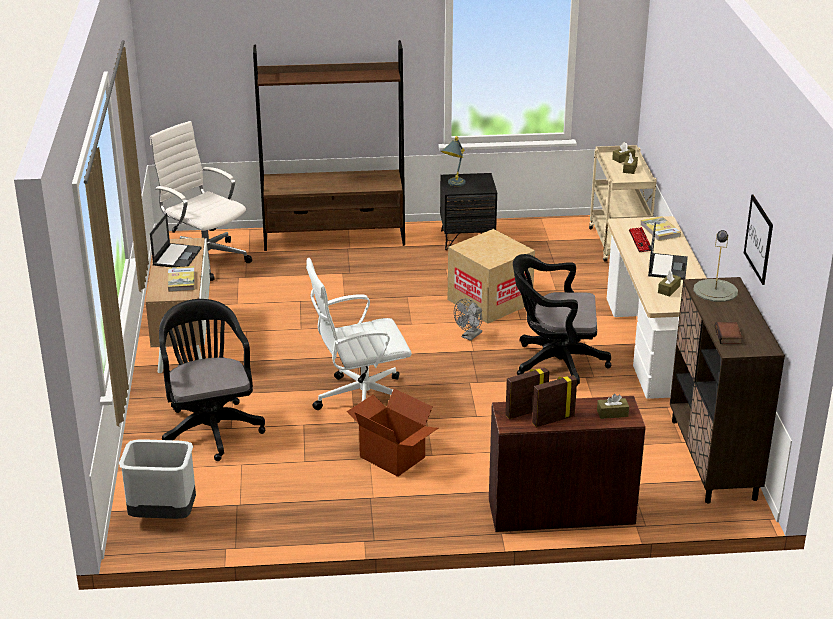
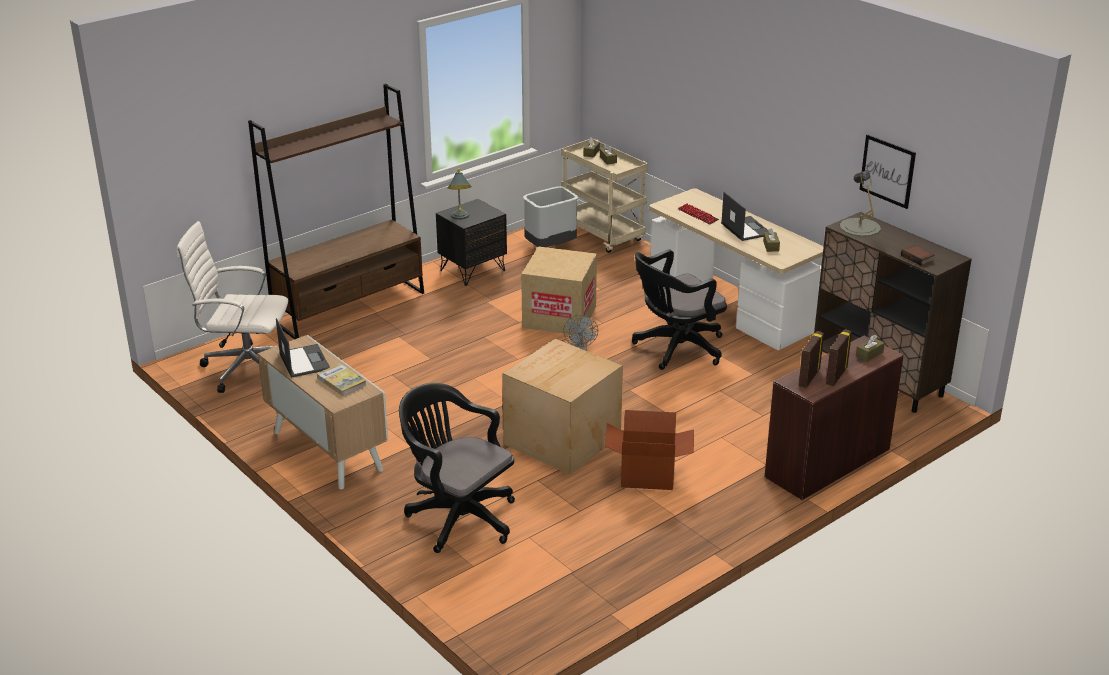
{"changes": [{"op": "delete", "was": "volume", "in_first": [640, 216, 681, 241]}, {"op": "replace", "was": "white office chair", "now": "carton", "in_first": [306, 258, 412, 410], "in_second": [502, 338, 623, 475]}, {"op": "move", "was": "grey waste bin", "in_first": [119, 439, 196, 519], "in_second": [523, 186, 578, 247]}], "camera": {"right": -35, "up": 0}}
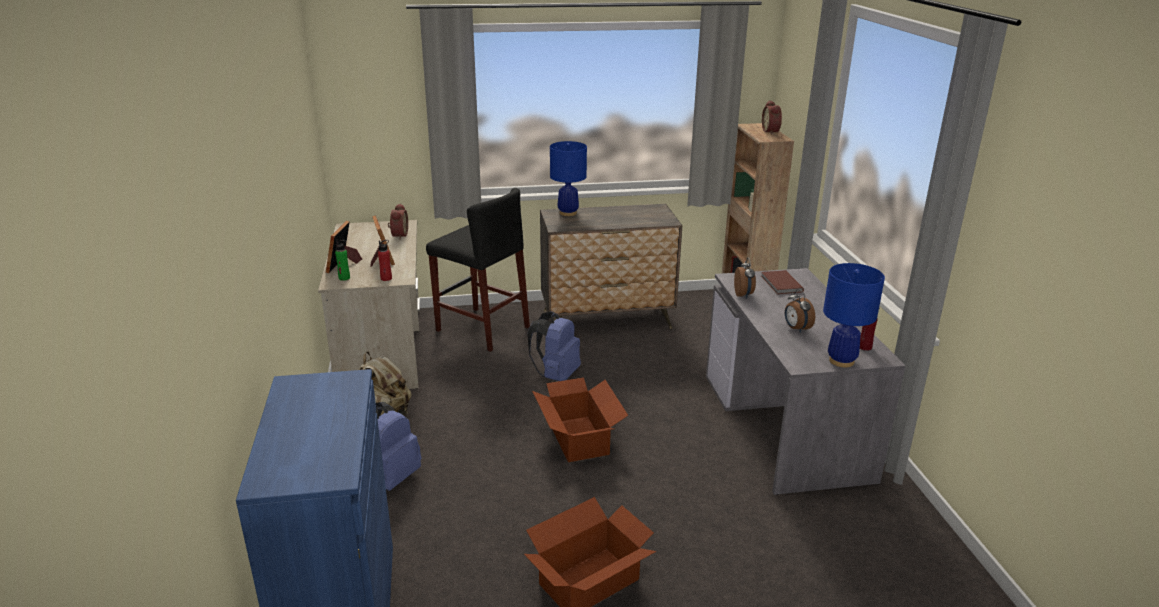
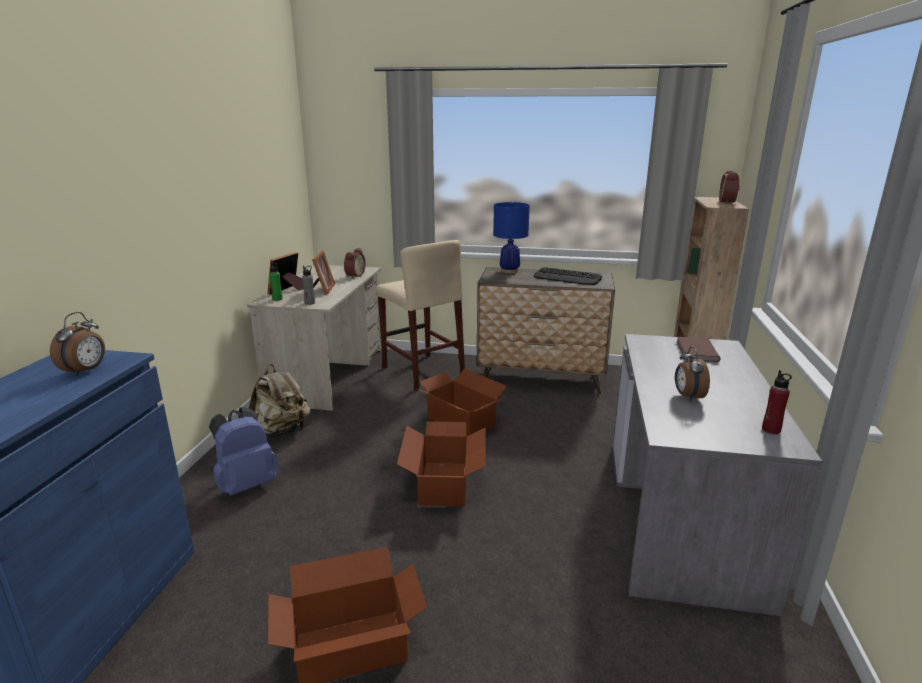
{"changes": [{"op": "recolor", "was": "black-coloured stool", "now": "beige stool", "in_first": [426, 188, 530, 352], "in_second": [376, 240, 465, 391]}, {"op": "recolor", "was": "red bottle", "now": "grey bottle", "in_first": [378, 240, 392, 281], "in_second": [302, 266, 315, 305]}, {"op": "move", "was": "alarm clock", "in_first": [734, 258, 756, 299], "in_second": [50, 312, 105, 376]}, {"op": "delete", "was": "blue-coloured tabletop lamp", "in_first": [823, 263, 885, 367]}, {"op": "replace", "was": "blue-coloured backpack", "now": "carton", "in_first": [527, 311, 581, 381], "in_second": [415, 369, 507, 437]}, {"op": "insert", "now": "keyboard", "in_second": [534, 267, 602, 285]}], "camera": {"right": 20, "up": -5}}
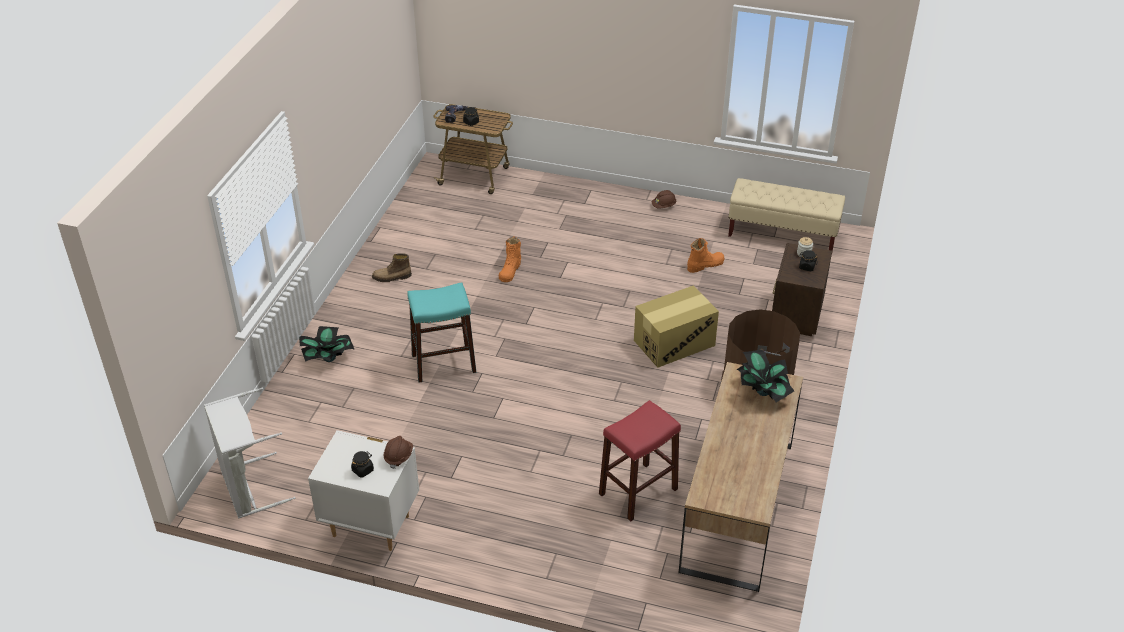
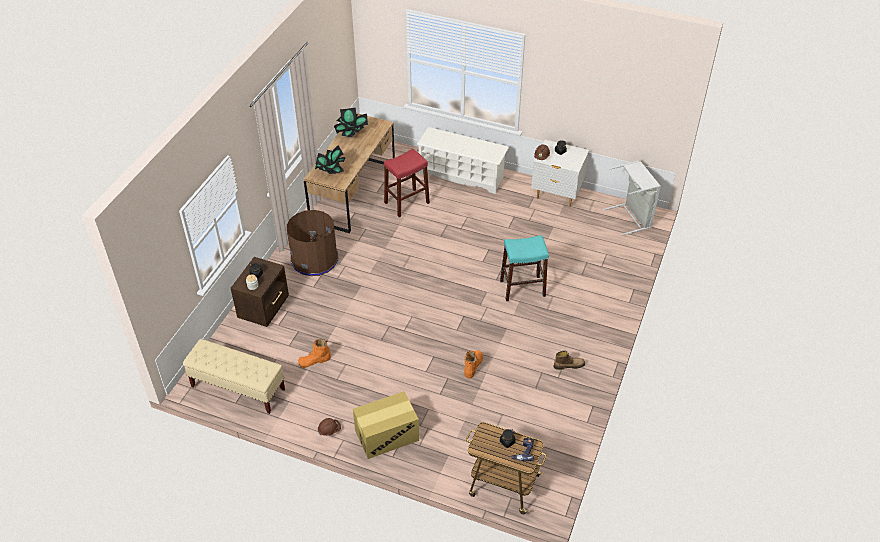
{"changes": [{"op": "move", "was": "carton", "in_first": [634, 285, 719, 368], "in_second": [353, 391, 419, 459]}, {"op": "move", "was": "houseplant", "in_first": [299, 326, 355, 362], "in_second": [334, 108, 368, 137]}, {"op": "insert", "now": "white shoe shelf", "in_second": [417, 127, 509, 194]}], "camera": {"right": -175, "up": 5}}
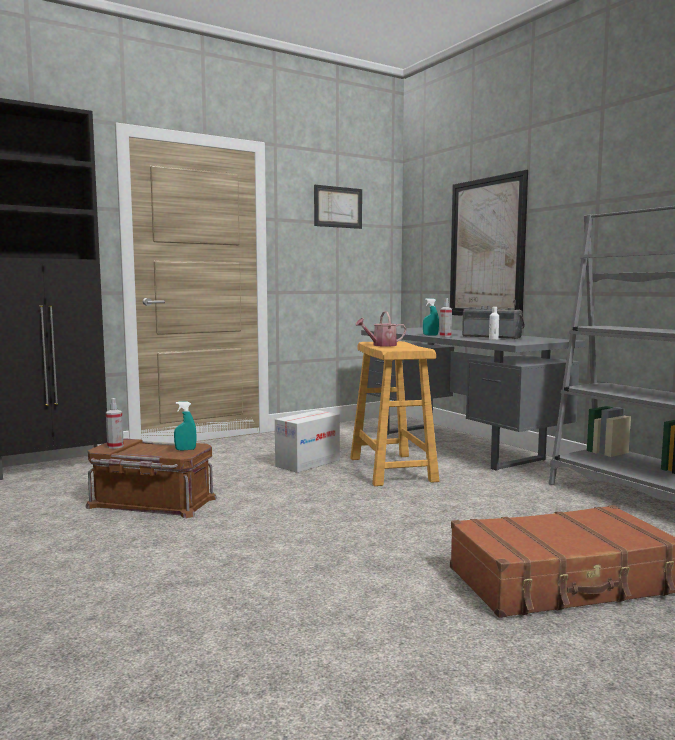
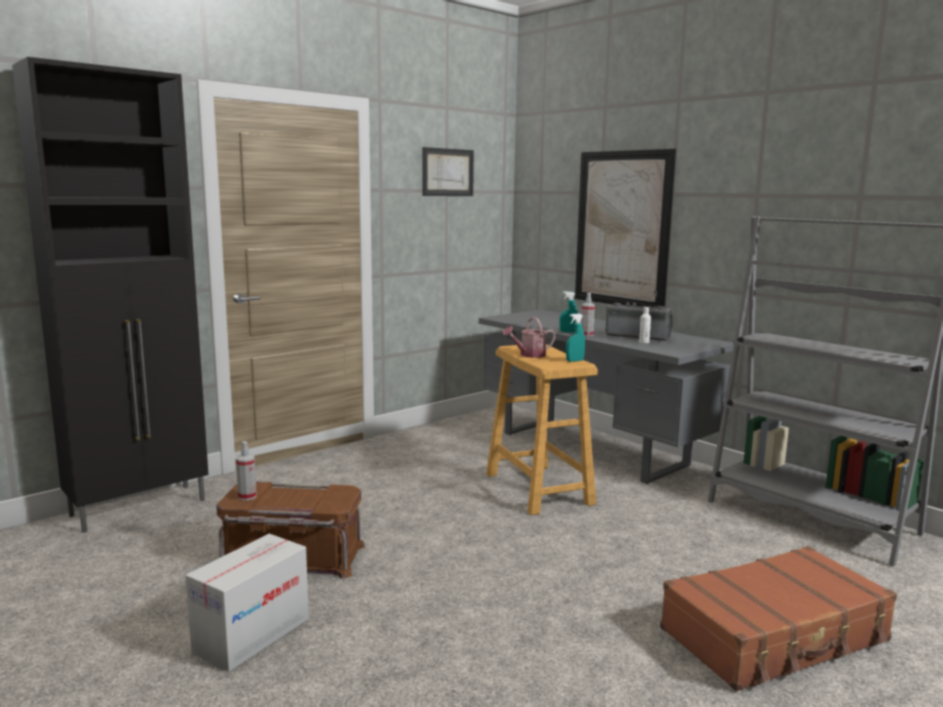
{"changes": [{"op": "move", "was": "blue-green hand sprayer", "in_first": [174, 401, 196, 450], "in_second": [566, 314, 585, 362]}, {"op": "move", "was": "carton", "in_first": [275, 410, 340, 473], "in_second": [185, 534, 309, 672]}], "camera": {"right": -10, "up": 5}}
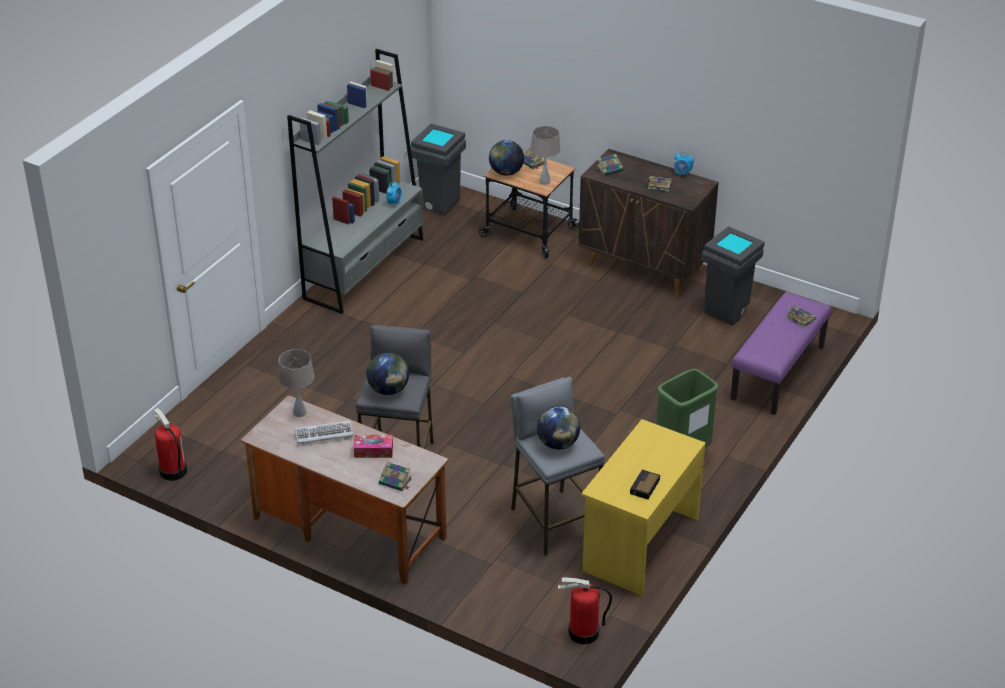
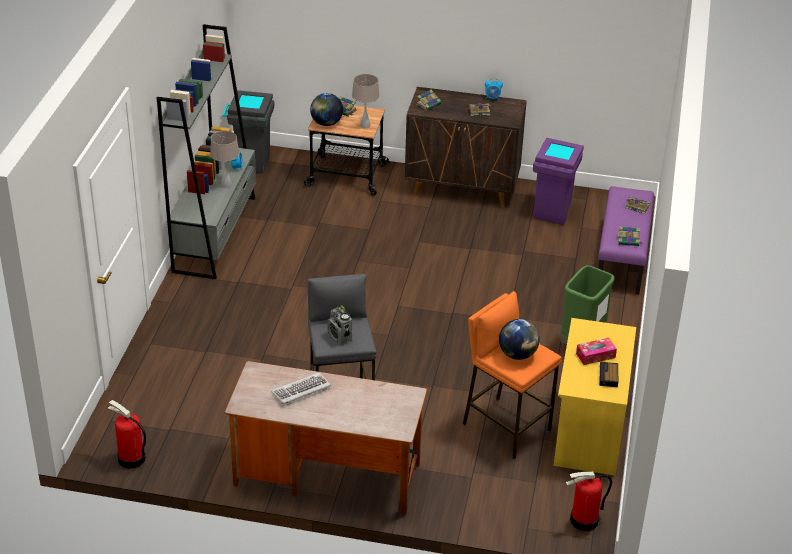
{"changes": [{"op": "recolor", "was": "grey waste bin", "now": "purple waste bin", "in_first": [702, 226, 765, 325], "in_second": [533, 138, 584, 225]}, {"op": "move", "was": "beige tabletop lamp", "in_first": [278, 349, 315, 417], "in_second": [210, 131, 239, 187]}, {"op": "replace", "was": "world globe", "now": "radio receiver", "in_first": [367, 353, 409, 395], "in_second": [328, 305, 352, 344]}, {"op": "recolor", "was": "grey stool", "now": "orange stool", "in_first": [511, 377, 605, 556], "in_second": [463, 291, 562, 460]}, {"op": "move", "was": "tissue holder", "in_first": [354, 435, 393, 458], "in_second": [576, 338, 617, 365]}, {"op": "move", "was": "volume", "in_first": [379, 462, 412, 491], "in_second": [618, 226, 643, 246]}], "camera": {"right": -20, "up": 0}}
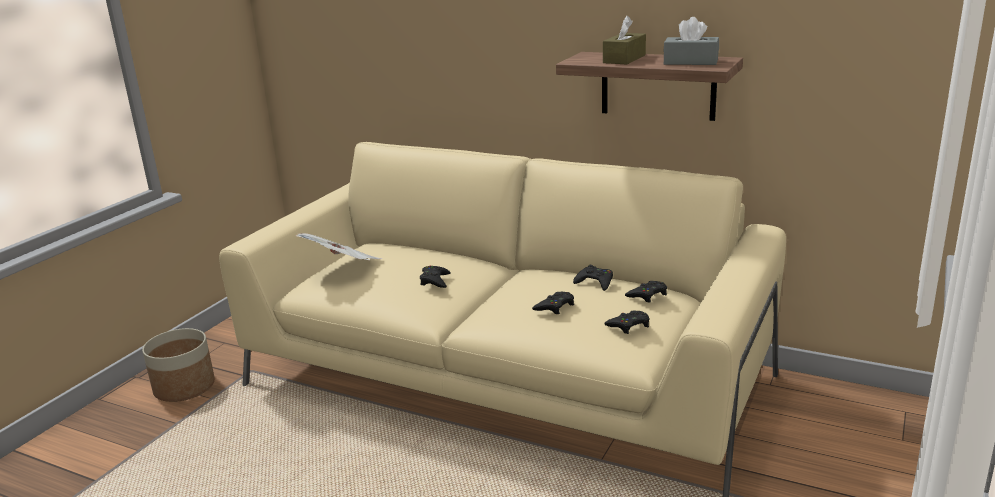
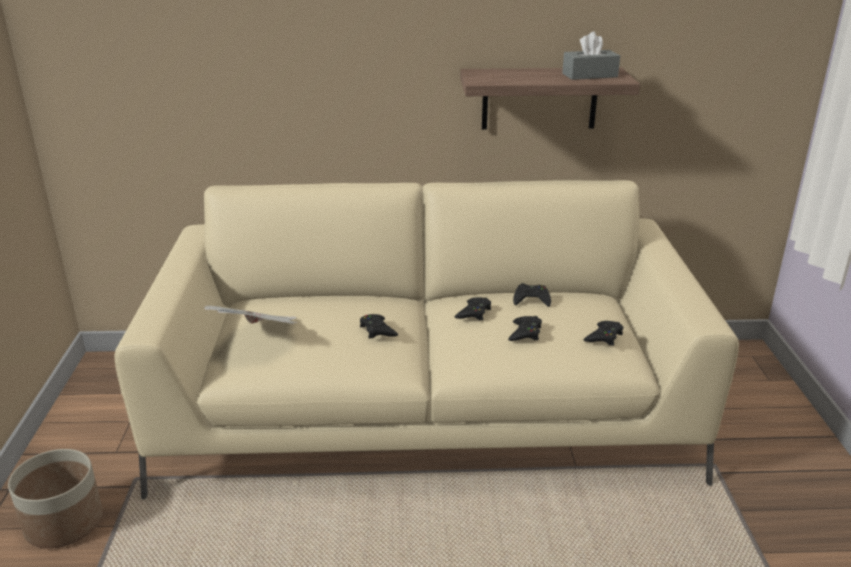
{"changes": [{"op": "delete", "was": "brown tissue holder", "in_first": [603, 16, 646, 64]}, {"op": "move", "was": "black-coloured joypad", "in_first": [625, 281, 667, 303], "in_second": [455, 297, 491, 321]}], "camera": {"right": -30, "up": 5}}
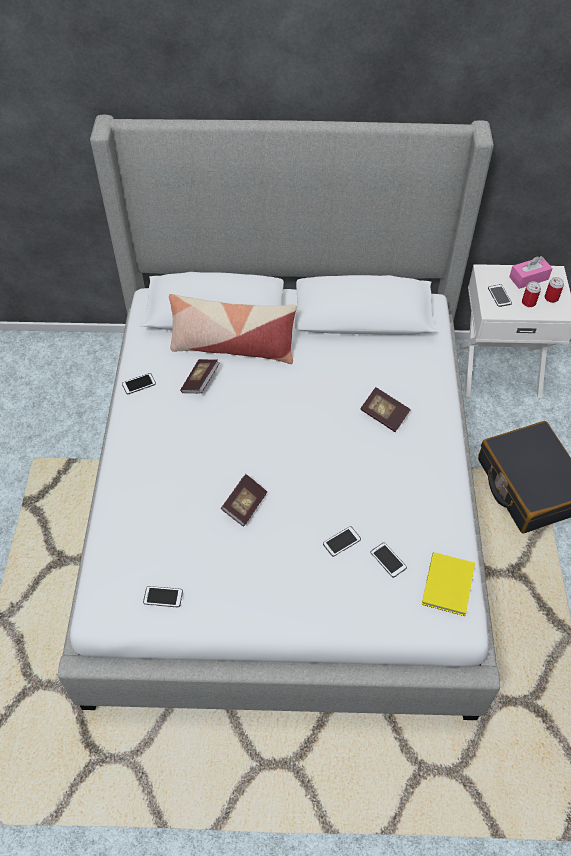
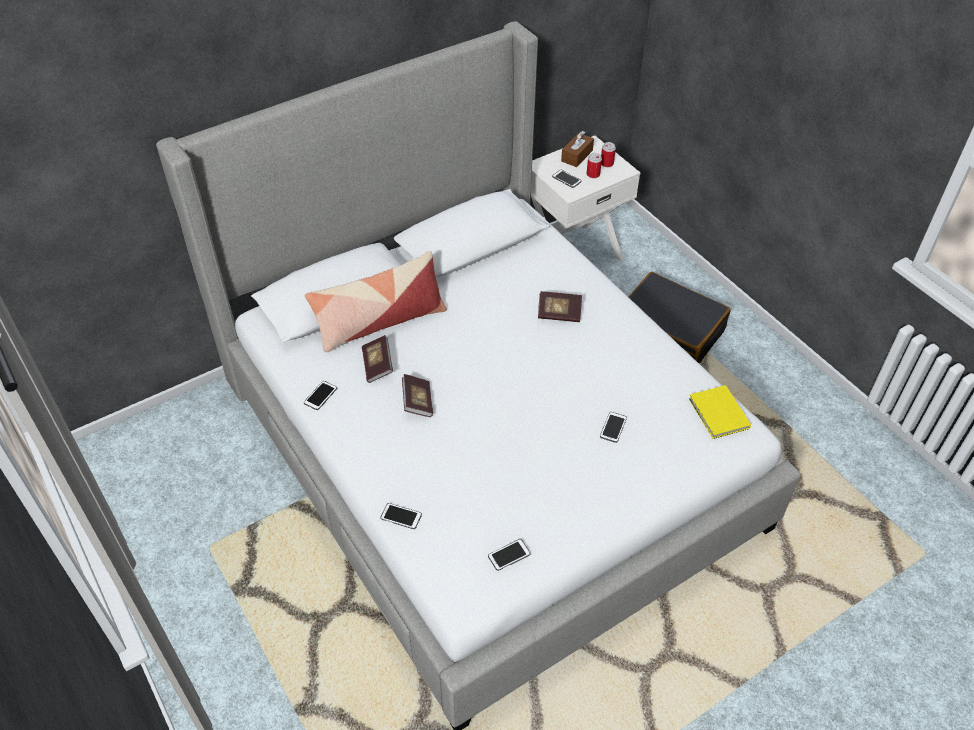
{"changes": [{"op": "recolor", "was": "pink-coloured tissue holder", "now": "brown tissue holder", "in_first": [509, 256, 553, 289], "in_second": [561, 131, 594, 167]}, {"op": "move", "was": "volume", "in_first": [221, 474, 267, 526], "in_second": [402, 374, 433, 417]}, {"op": "move", "was": "telephone", "in_first": [370, 542, 407, 578], "in_second": [380, 503, 422, 529]}], "camera": {"right": -35, "up": -5}}
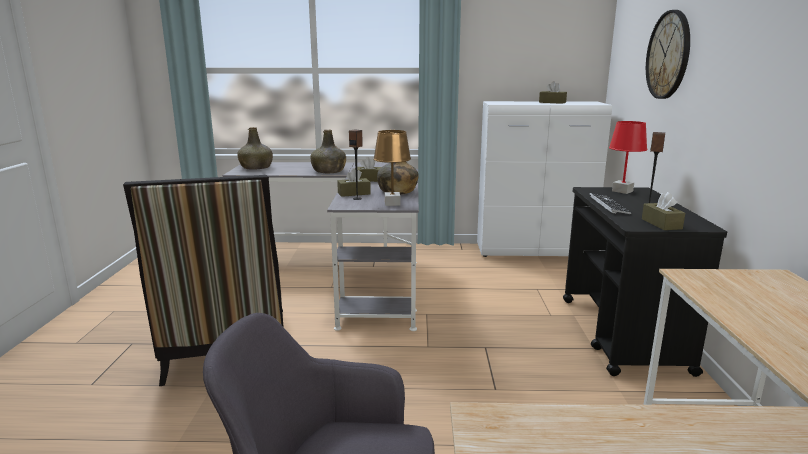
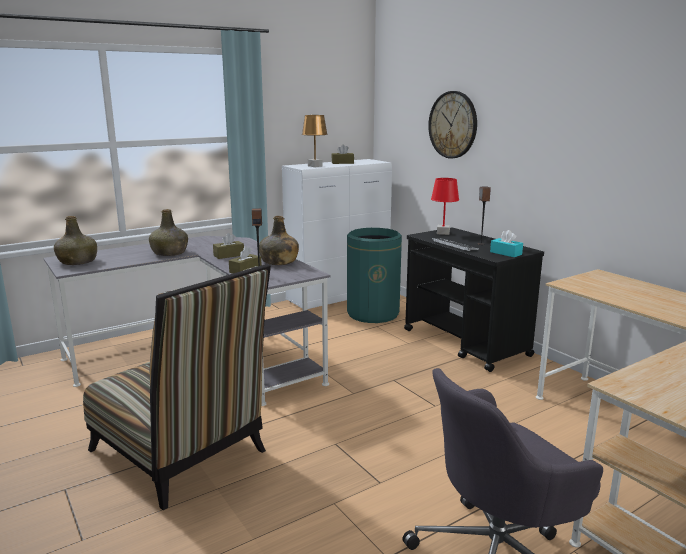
{"changes": [{"op": "move", "was": "brown tabletop lamp", "in_first": [373, 130, 411, 206], "in_second": [302, 115, 328, 167]}, {"op": "recolor", "was": "brown tissue holder", "now": "blue-green tissue holder", "in_first": [642, 192, 685, 230], "in_second": [490, 230, 523, 257]}, {"op": "insert", "now": "green waste bin", "in_second": [347, 228, 402, 323]}], "camera": {"right": -35, "up": 0}}
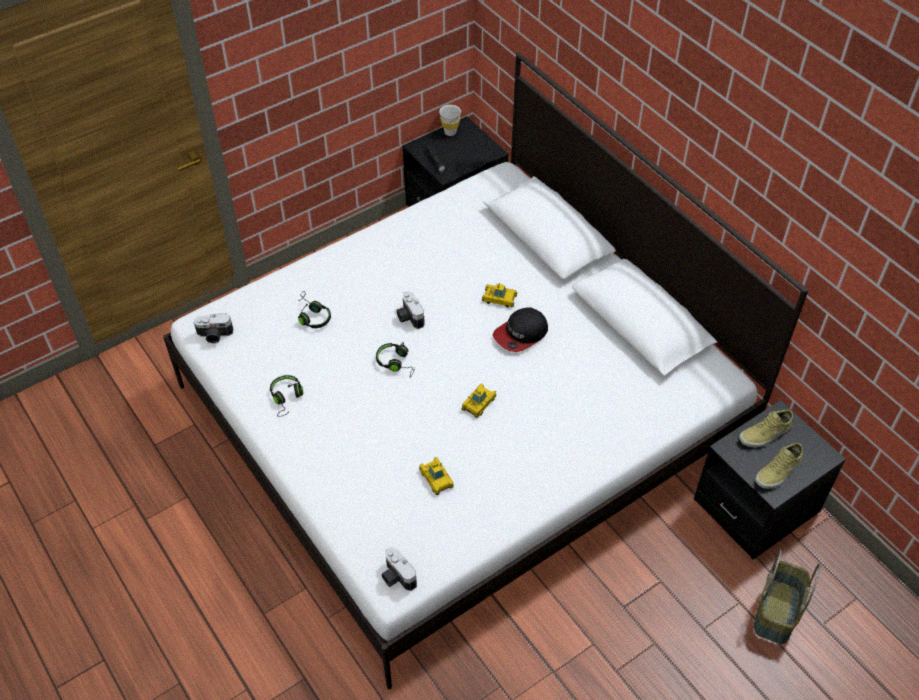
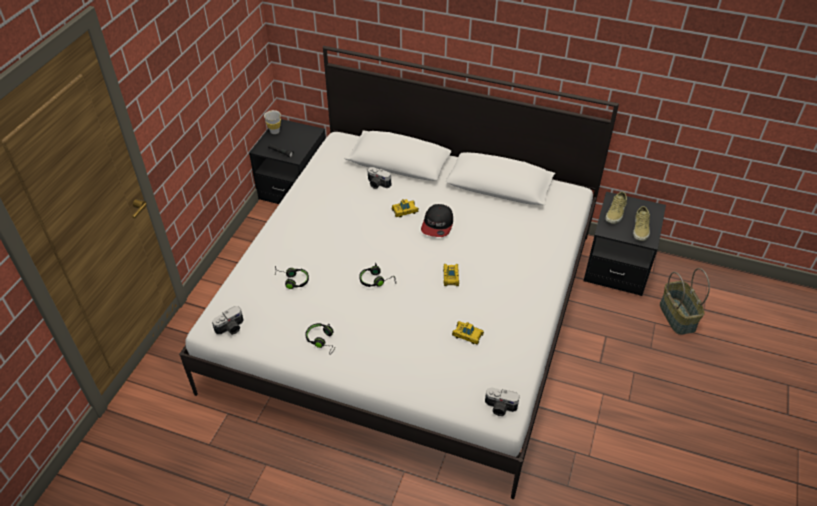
{"changes": [{"op": "move", "was": "still camera", "in_first": [397, 291, 425, 329], "in_second": [368, 167, 391, 189]}], "camera": {"right": -35, "up": -5}}
